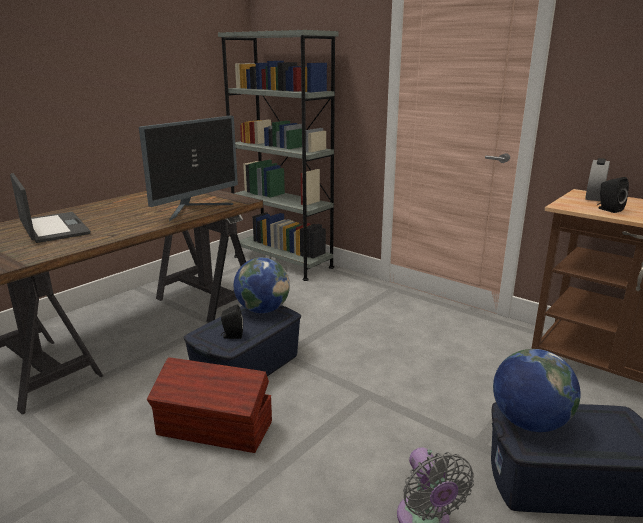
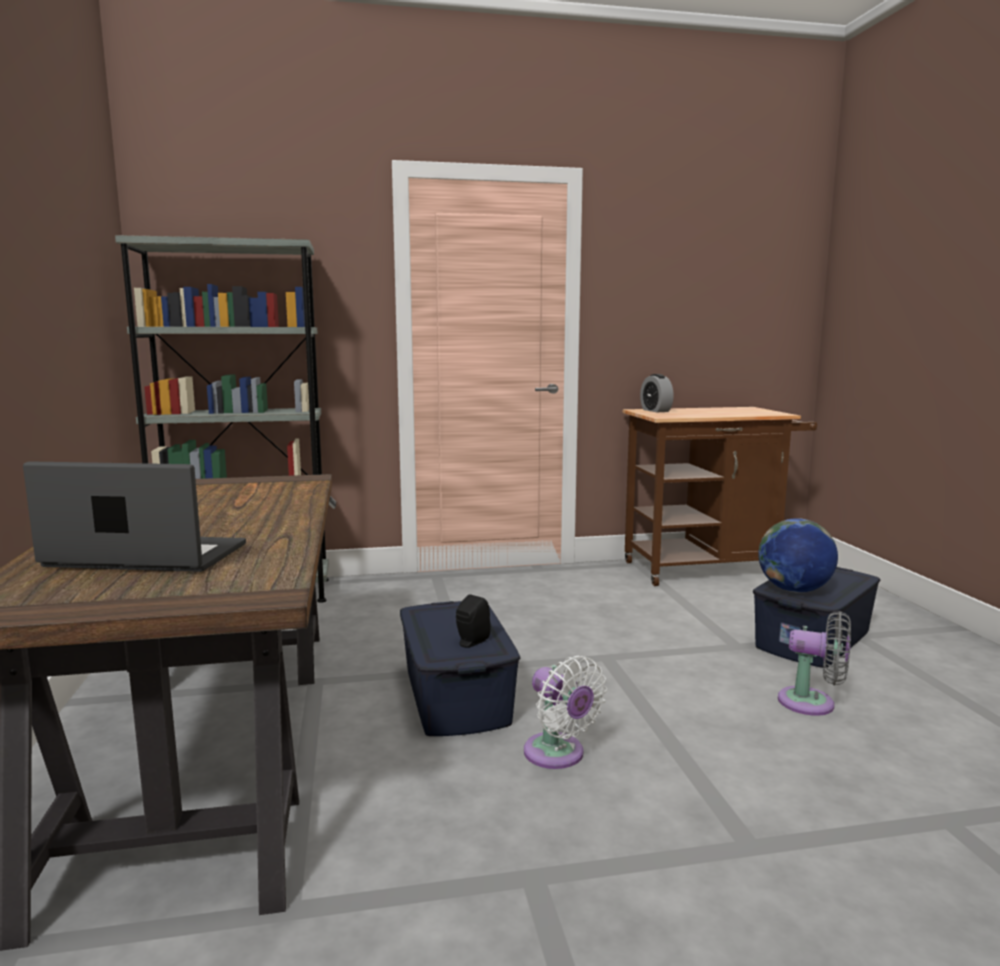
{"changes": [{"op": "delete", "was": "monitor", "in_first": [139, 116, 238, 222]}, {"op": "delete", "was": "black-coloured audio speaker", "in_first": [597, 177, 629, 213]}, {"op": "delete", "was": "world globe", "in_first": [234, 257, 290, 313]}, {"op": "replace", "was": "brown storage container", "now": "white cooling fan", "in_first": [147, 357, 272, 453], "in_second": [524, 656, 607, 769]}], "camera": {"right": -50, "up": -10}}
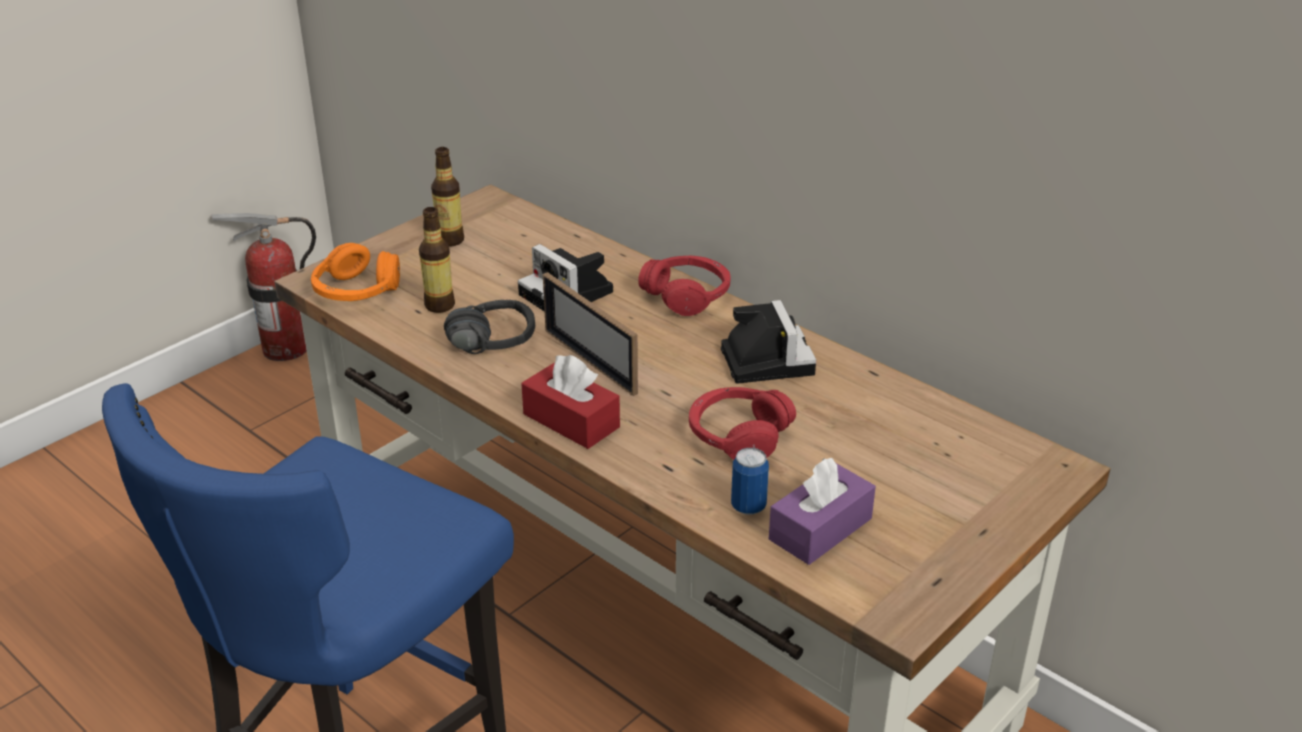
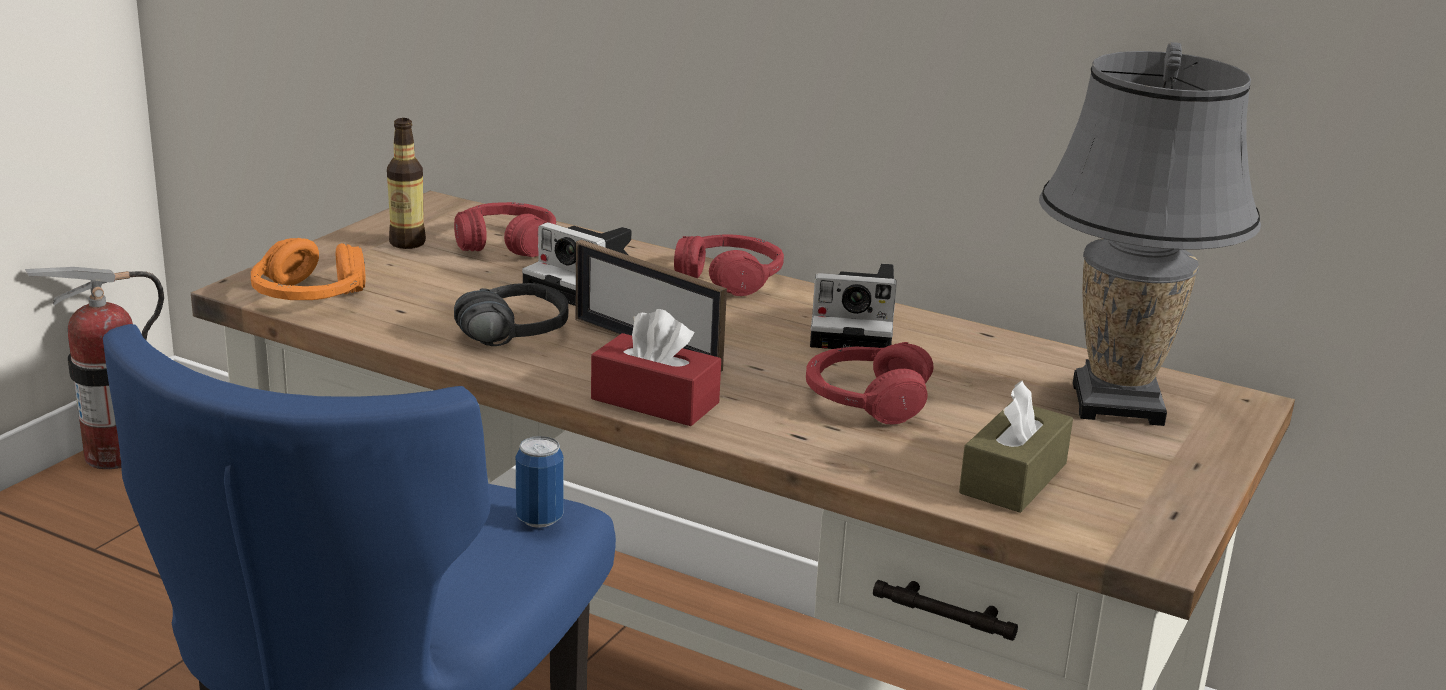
{"changes": [{"op": "delete", "was": "bottle", "in_first": [419, 207, 455, 313]}, {"op": "rotate", "was": "still camera", "in_first": [721, 300, 816, 384], "in_second": [810, 264, 896, 349], "clockwise": 120}, {"op": "move", "was": "sealed can", "in_first": [731, 448, 769, 515], "in_second": [516, 436, 564, 528]}, {"op": "recolor", "was": "purple tissue holder", "now": "brown tissue holder", "in_first": [769, 458, 876, 565], "in_second": [959, 381, 1073, 513]}, {"op": "insert", "now": "grey tabletop lamp", "in_second": [1039, 42, 1261, 426]}, {"op": "insert", "now": "red headphones", "in_second": [454, 202, 556, 257]}], "camera": {"right": -15, "up": -10}}
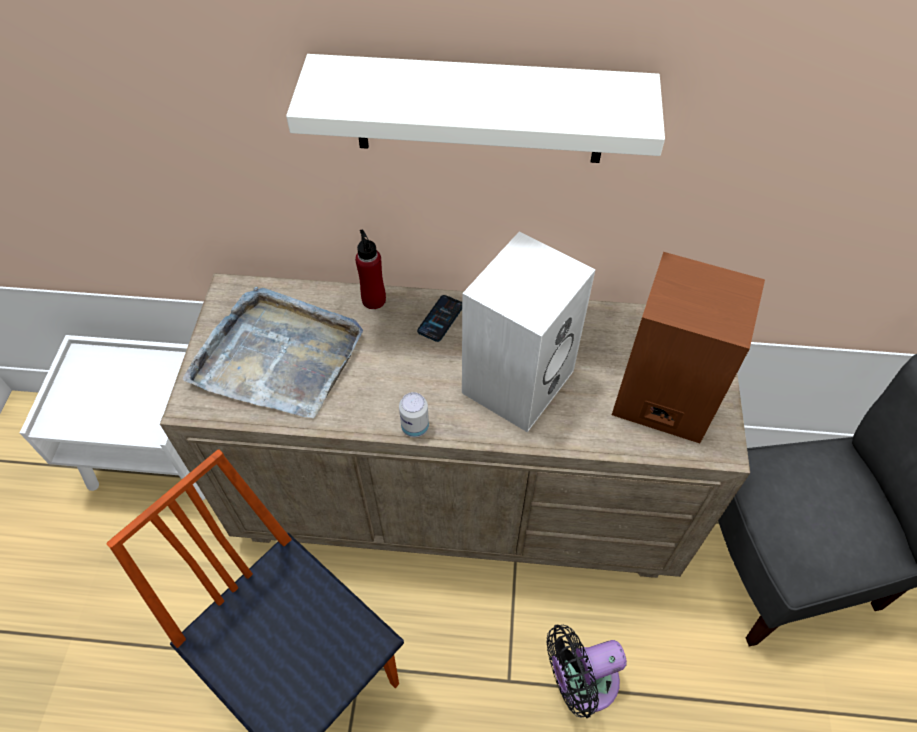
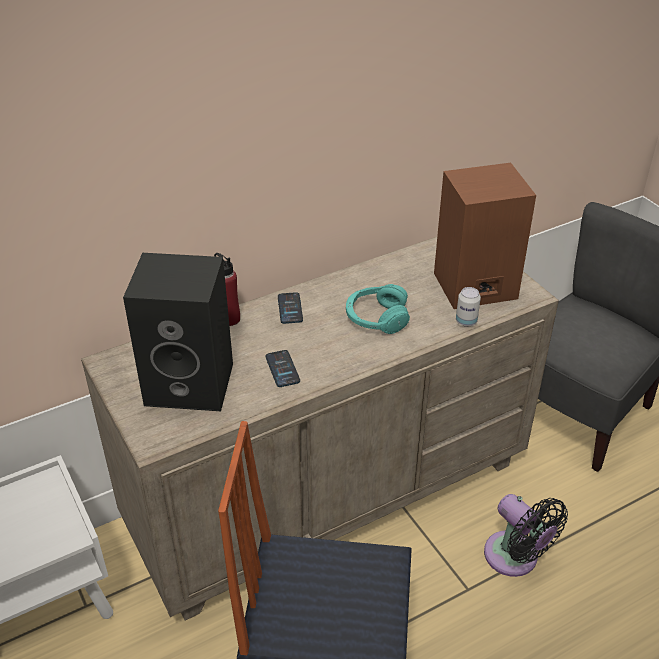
{"changes": [{"op": "delete", "was": "white bracket shelf", "in_first": [286, 54, 665, 163]}, {"op": "replace", "was": "white audio speaker", "now": "blue-green headphones", "in_first": [462, 232, 595, 432], "in_second": [346, 284, 410, 334]}, {"op": "replace", "was": "grey carrying tray", "now": "black-coloured audio speaker", "in_first": [183, 287, 363, 418], "in_second": [123, 253, 233, 411]}, {"op": "move", "was": "sealed can", "in_first": [399, 392, 429, 437], "in_second": [456, 287, 481, 327]}, {"op": "rotate", "was": "black-coloured cooling fan", "in_first": [546, 624, 627, 718], "in_second": [484, 494, 568, 577], "clockwise": -75}, {"op": "insert", "now": "telephone", "in_second": [266, 350, 300, 387]}], "camera": {"right": -35, "up": -15}}
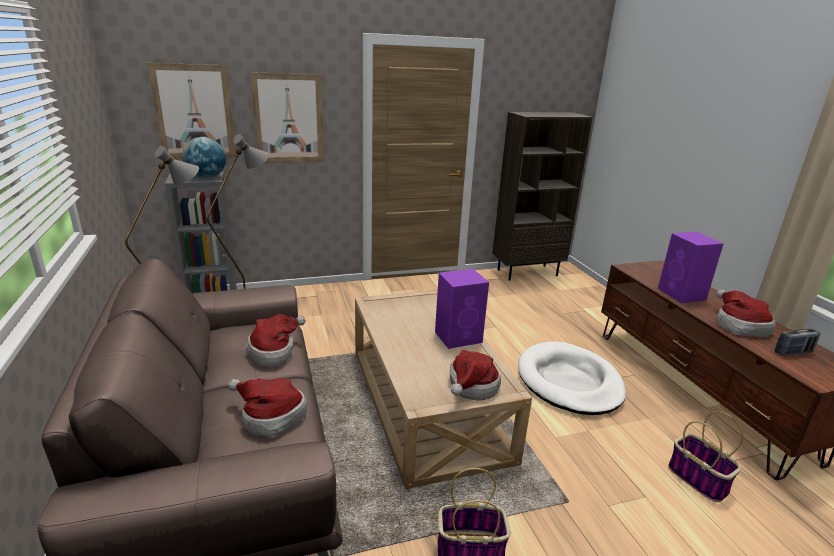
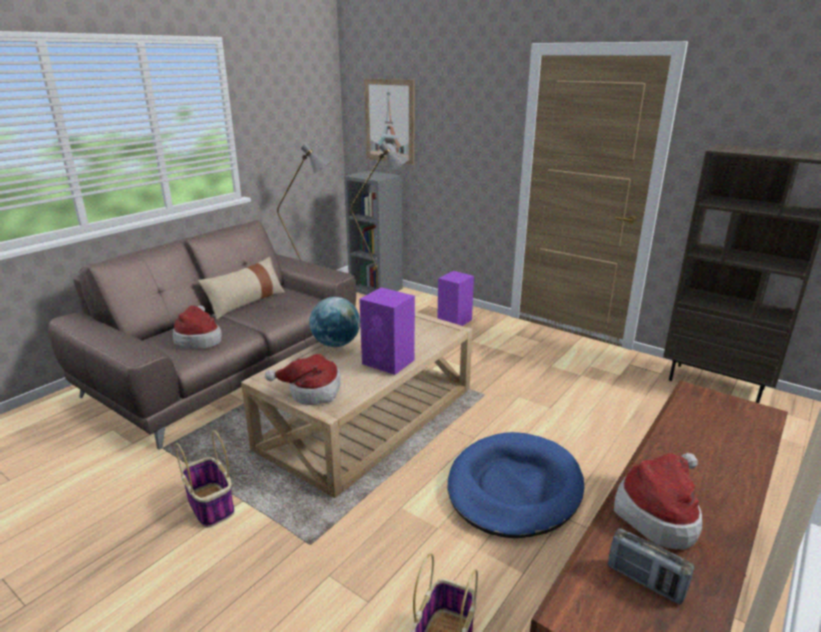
{"changes": [{"op": "delete", "was": "picture", "in_first": [250, 72, 324, 163]}, {"op": "move", "was": "world globe", "in_first": [182, 137, 226, 178], "in_second": [309, 297, 360, 347]}, {"op": "move", "was": "purple audio speaker", "in_first": [658, 232, 724, 303], "in_second": [437, 271, 474, 326]}, {"op": "delete", "was": "clothing hat", "in_first": [246, 314, 306, 367]}, {"op": "recolor", "was": "white dog bed", "now": "blue-coloured dog bed", "in_first": [518, 341, 626, 415], "in_second": [448, 432, 584, 538]}, {"op": "insert", "now": "beige throw pillow", "in_second": [198, 257, 285, 320]}], "camera": {"right": 55, "up": 0}}
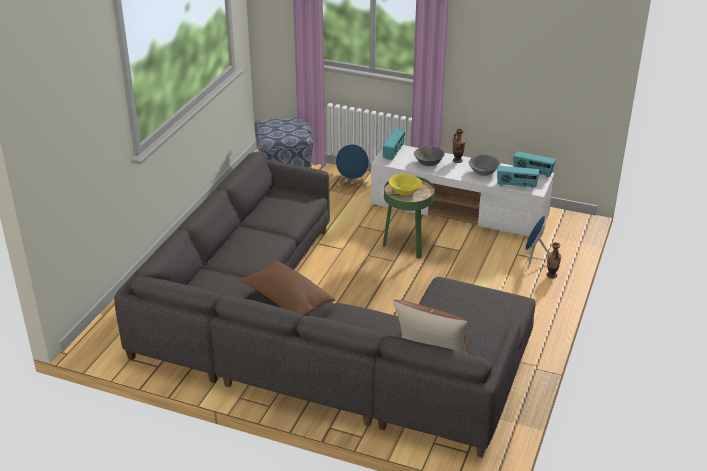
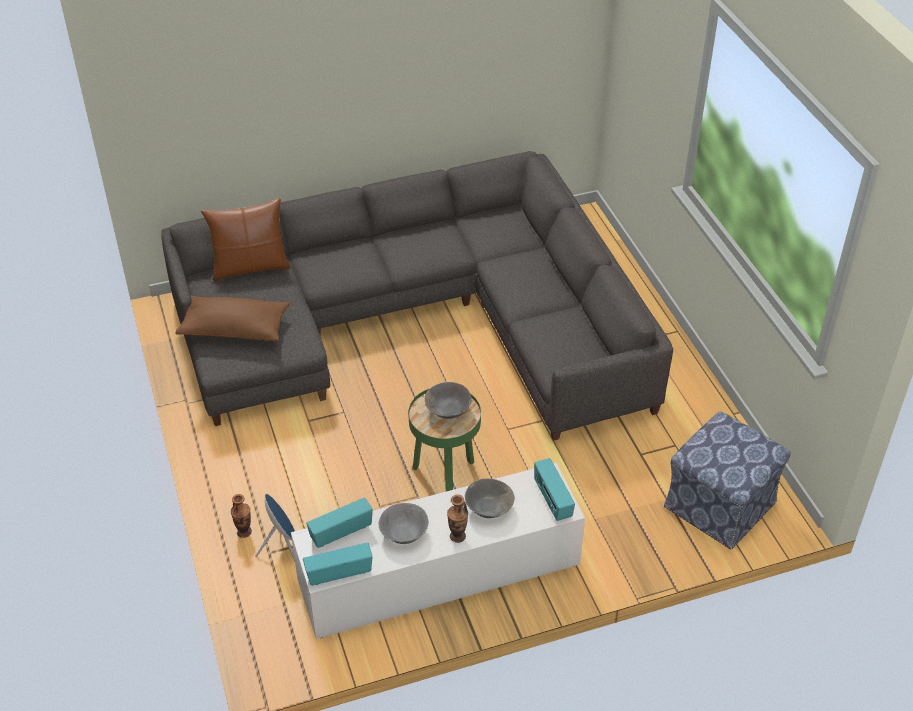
{"changes": [{"op": "delete", "was": "blue-coloured audio speaker", "in_first": [336, 144, 369, 190]}, {"op": "recolor", "was": "yellowish bowl", "now": "grey bowl", "in_first": [389, 174, 422, 196], "in_second": [425, 382, 472, 419]}, {"op": "move", "was": "brown throw pillow", "in_first": [240, 260, 335, 317], "in_second": [175, 295, 289, 342]}], "camera": {"right": 140, "up": 10}}
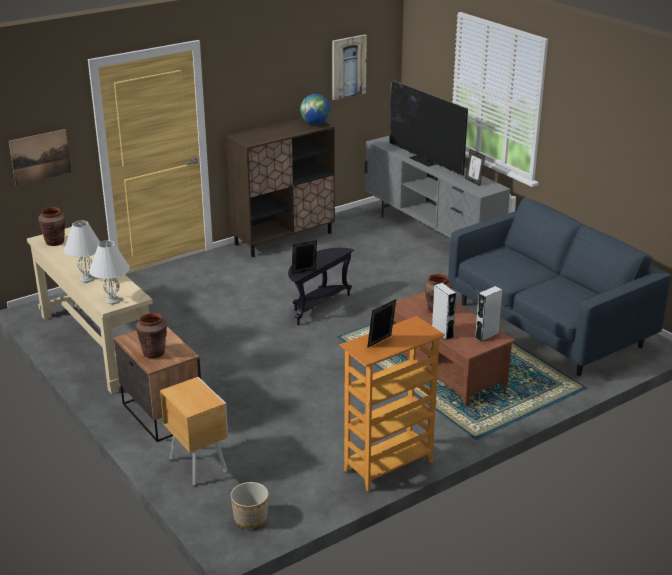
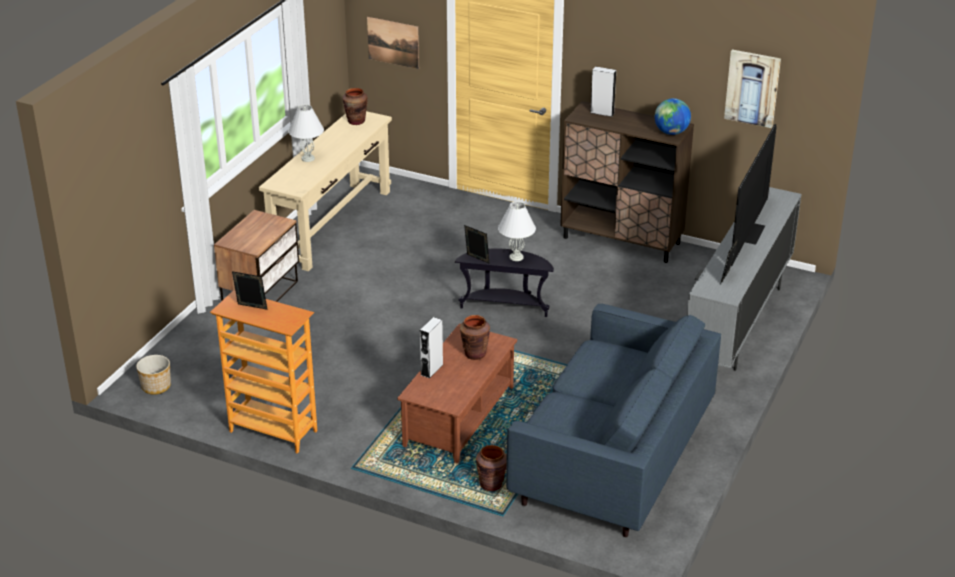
{"changes": [{"op": "move", "was": "white tabletop lamp", "in_first": [89, 240, 130, 305], "in_second": [498, 201, 536, 261]}, {"op": "move", "was": "grey audio speaker", "in_first": [475, 286, 502, 342], "in_second": [590, 66, 616, 117]}, {"op": "move", "was": "brown vase", "in_first": [136, 313, 167, 358], "in_second": [476, 445, 507, 491]}, {"op": "delete", "was": "brown bedside table", "in_first": [160, 377, 228, 486]}], "camera": {"right": 60, "up": 5}}
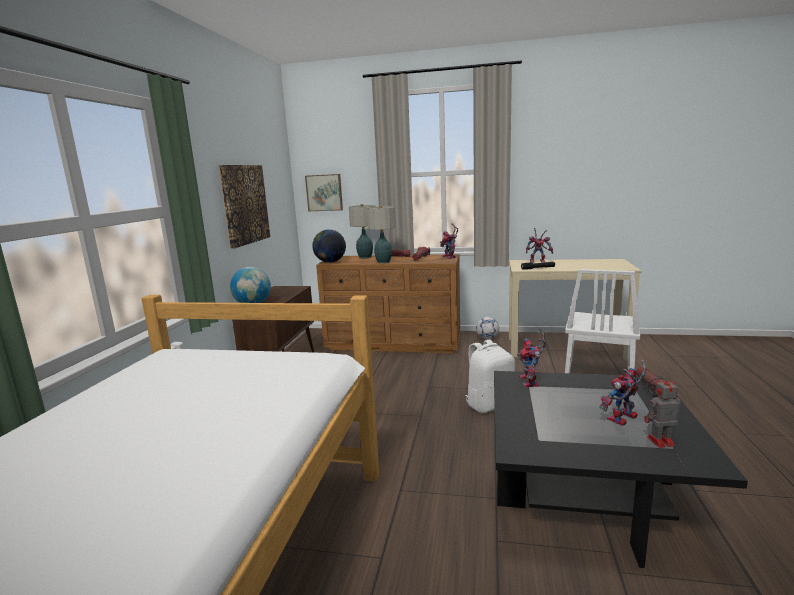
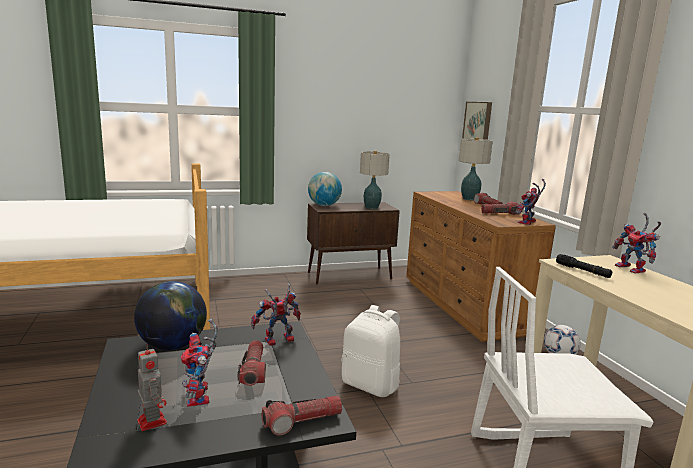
{"changes": [{"op": "delete", "was": "picture", "in_first": [218, 165, 270, 249]}, {"op": "move", "was": "tabletop lamp", "in_first": [367, 205, 396, 263], "in_second": [360, 151, 390, 209]}, {"op": "move", "was": "world globe", "in_first": [312, 229, 346, 263], "in_second": [134, 281, 207, 350]}, {"op": "rotate", "was": "model robot", "in_first": [599, 360, 647, 426], "in_second": [181, 319, 217, 407], "clockwise": -135}, {"op": "insert", "now": "hand torch", "in_second": [238, 340, 266, 386]}], "camera": {"right": 60, "up": 0}}
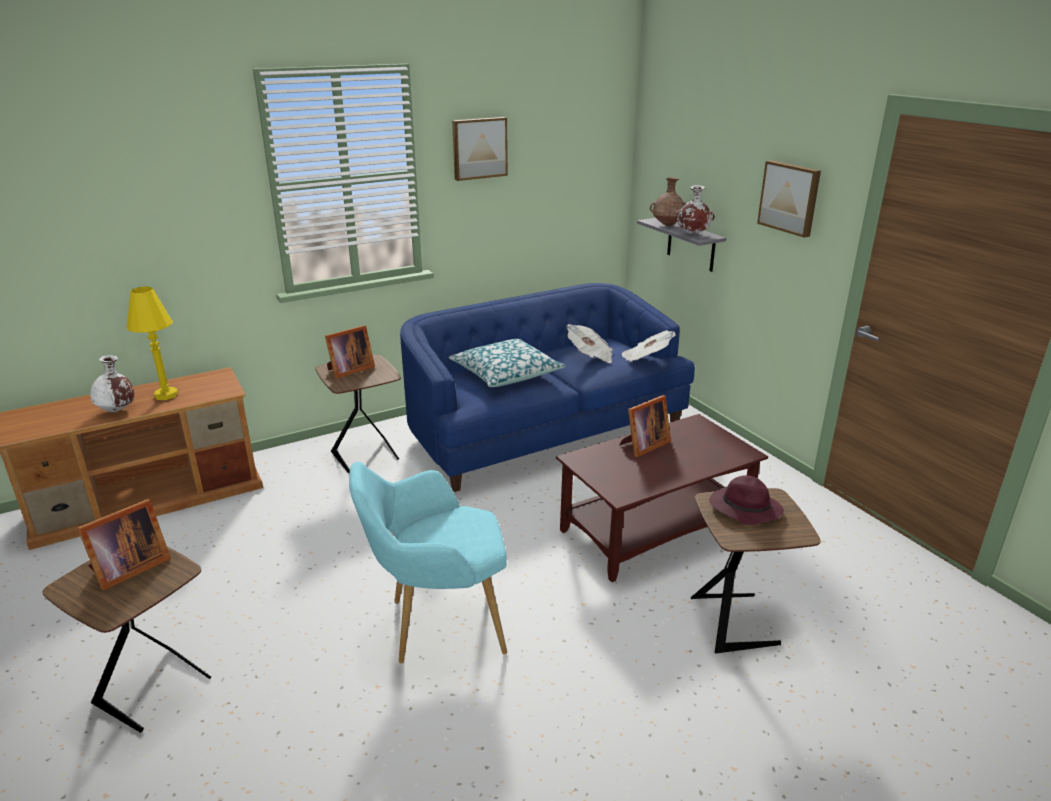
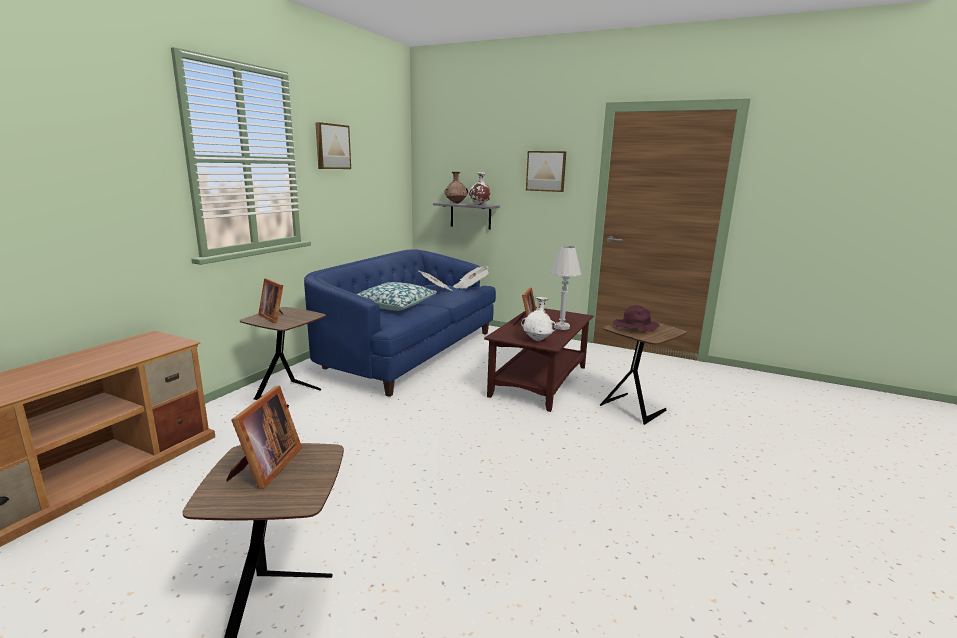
{"changes": [{"op": "delete", "was": "yellowish tabletop lamp", "in_first": [127, 287, 178, 400]}, {"op": "rotate", "was": "standing frame", "in_first": [325, 325, 375, 379], "in_second": [258, 278, 284, 323], "clockwise": 120}, {"op": "move", "was": "white vase", "in_first": [90, 355, 134, 413], "in_second": [521, 297, 557, 341]}, {"op": "delete", "was": "blue-green lounge chair", "in_first": [349, 462, 507, 663]}, {"op": "insert", "now": "white tabletop lamp", "in_second": [550, 246, 581, 330]}], "camera": {"right": -35, "up": -10}}
